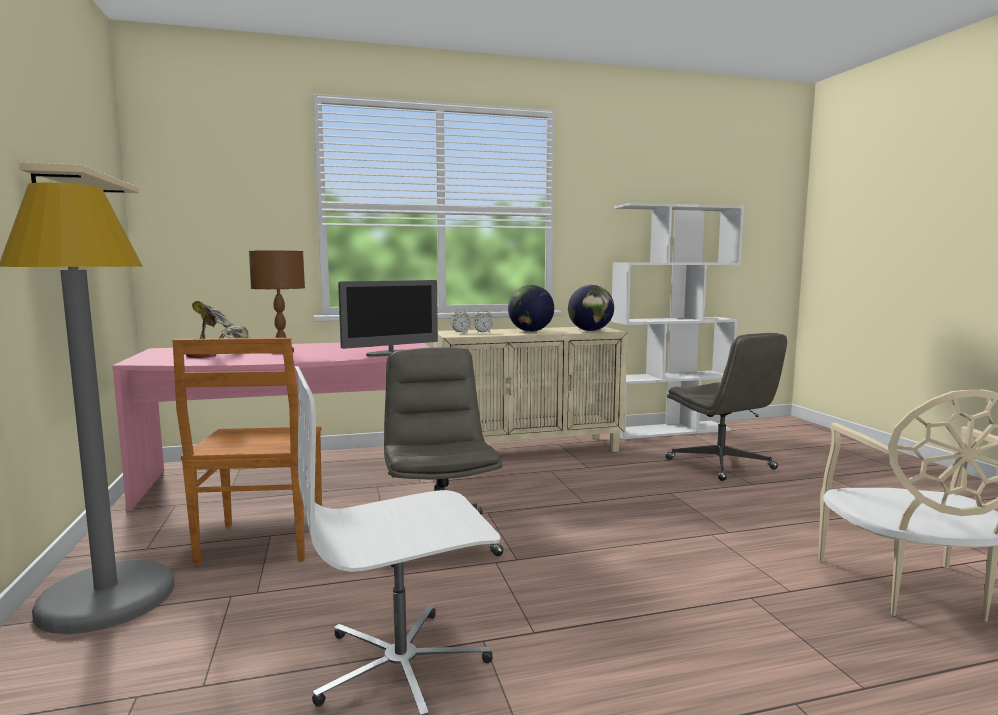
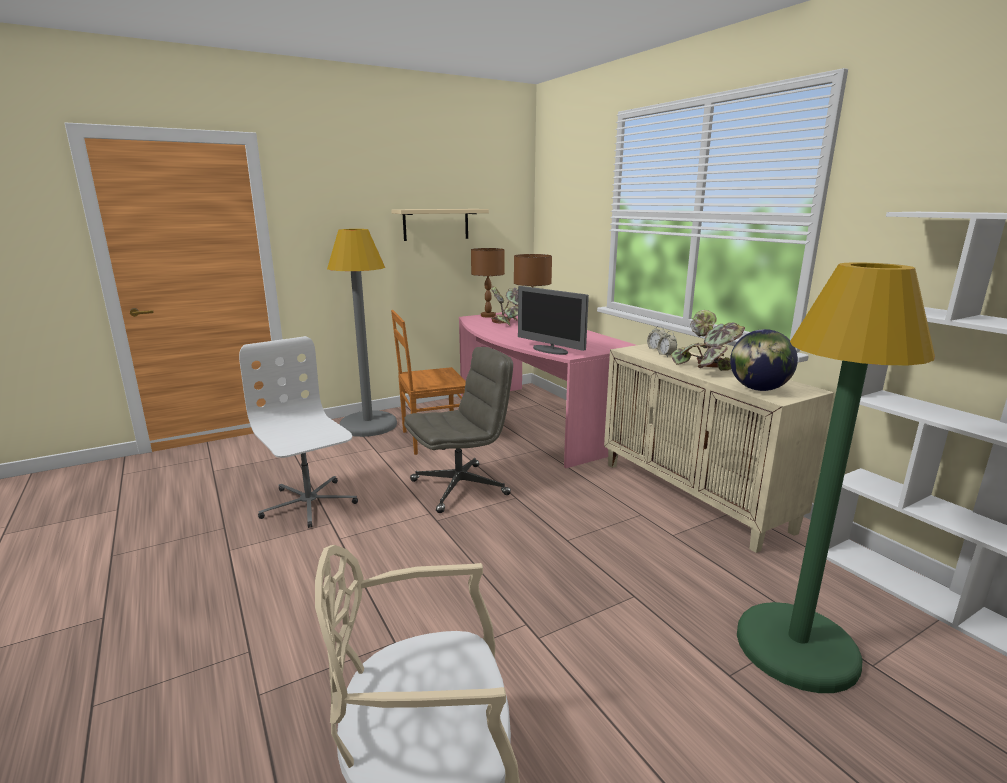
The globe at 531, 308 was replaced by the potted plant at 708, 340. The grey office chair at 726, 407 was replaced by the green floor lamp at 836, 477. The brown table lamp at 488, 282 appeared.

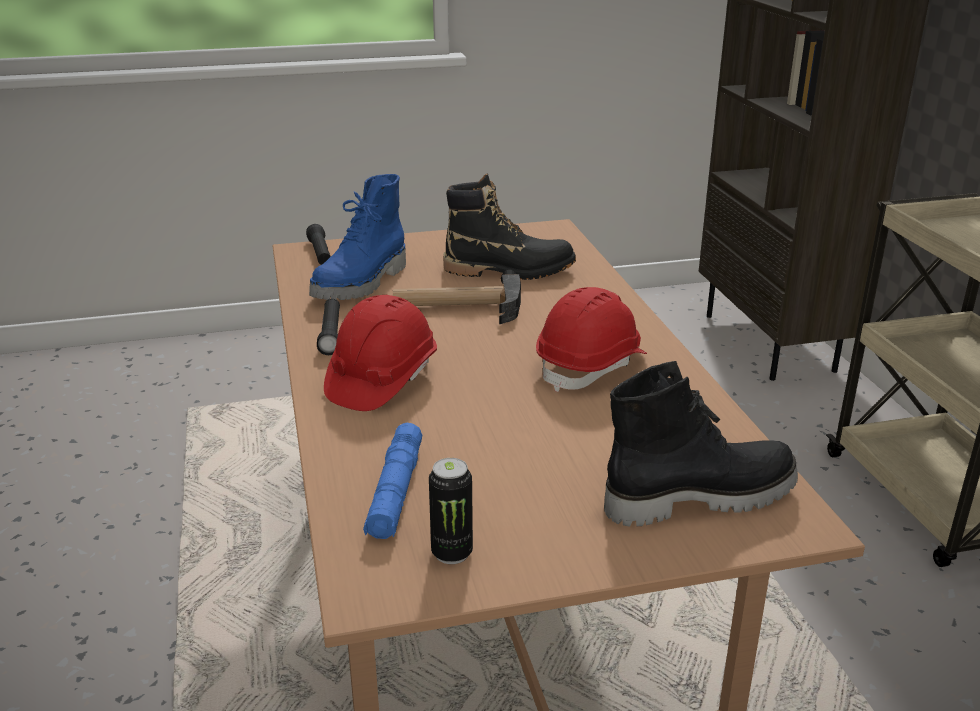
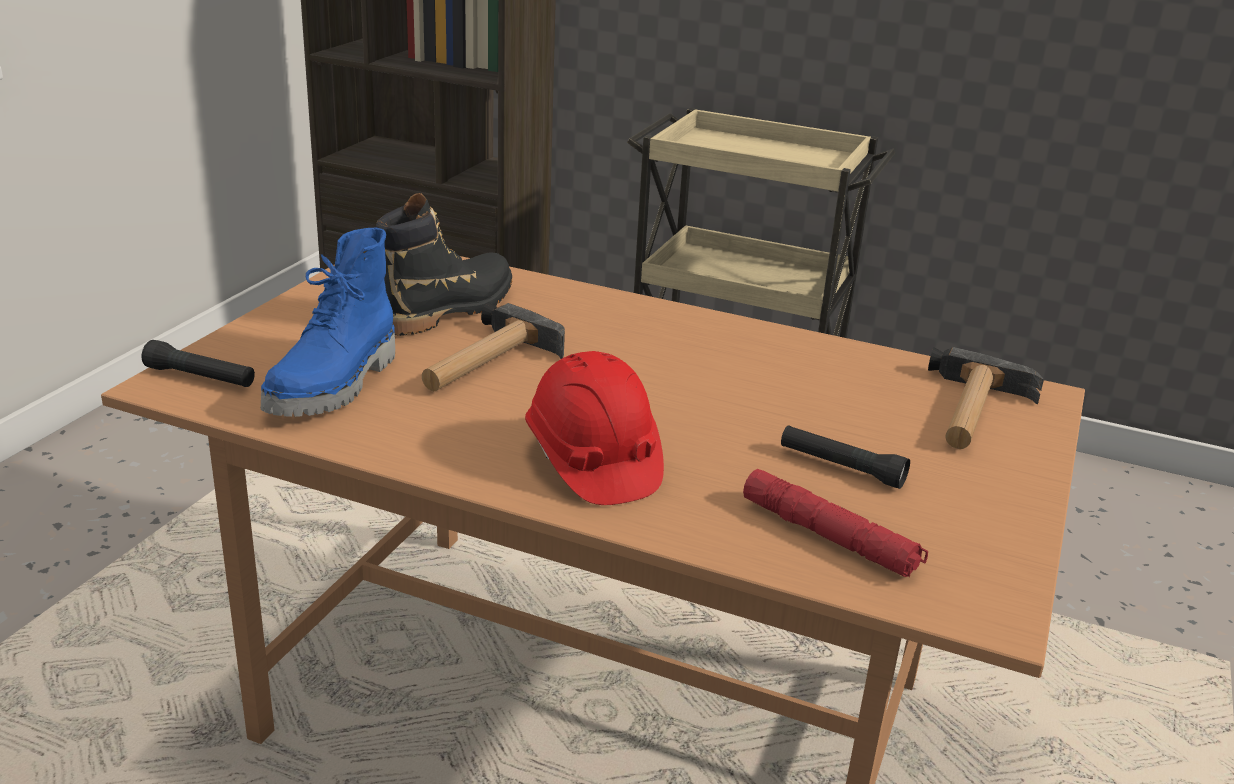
The blue boot at 357, 237 turned 45 degrees clockwise. The black flashlight moved from 328, 326 to 845, 457. The blue flashlight at 392, 481 became the red flashlight at 835, 523. The can at 451, 511 disappeared. The red hard hat at 591, 339 disappeared. The black boot at 701, 444 was replaced by the hammer at 986, 398.

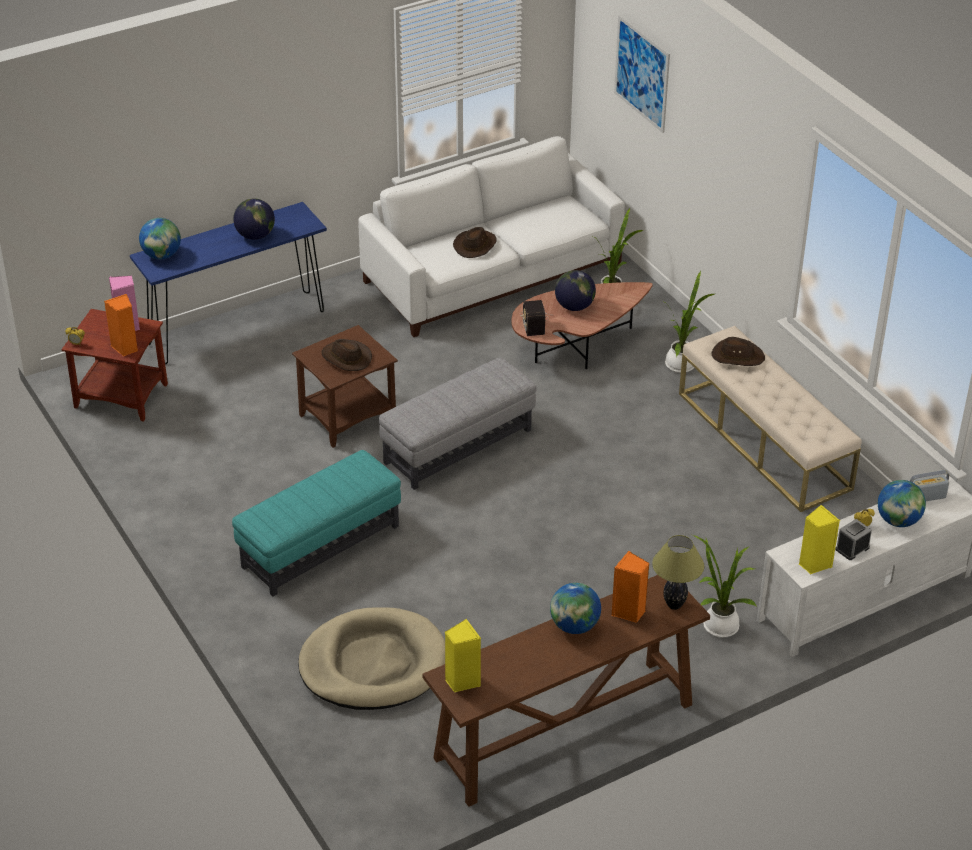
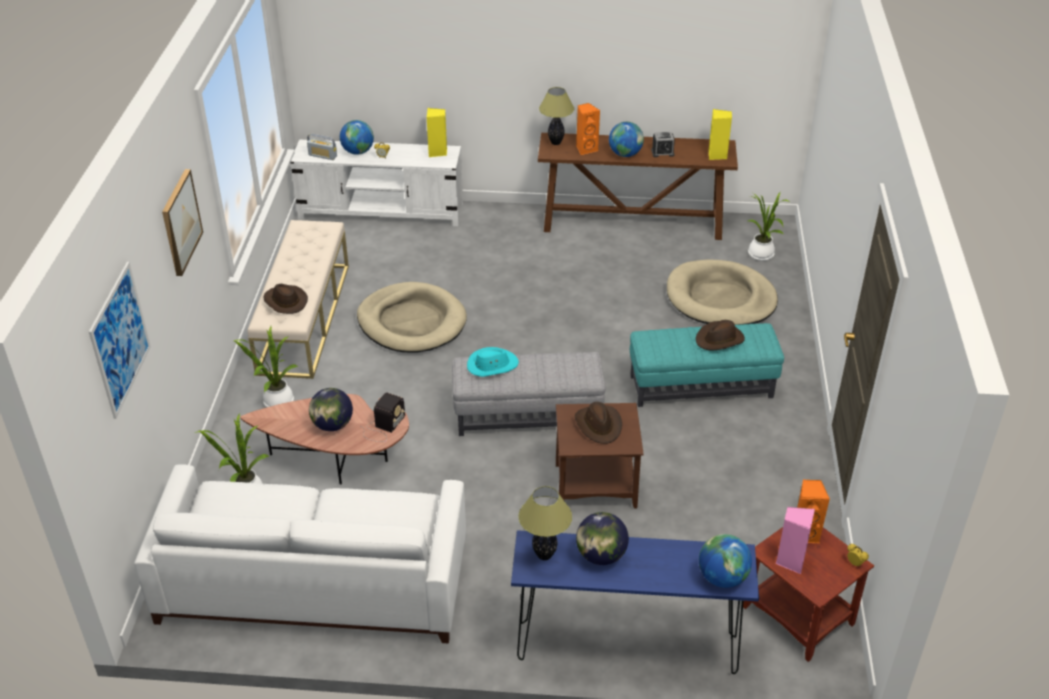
The brown hat moved from 475, 242 to 720, 335. The potted plant moved from 724, 586 to 768, 226. The alarm clock moved from 853, 539 to 663, 144. The picture at 182, 222 appeared. The beige dog bed at 412, 317 appeared. The turquoise hat at 493, 362 appeared. The table lamp at 545, 523 appeared.

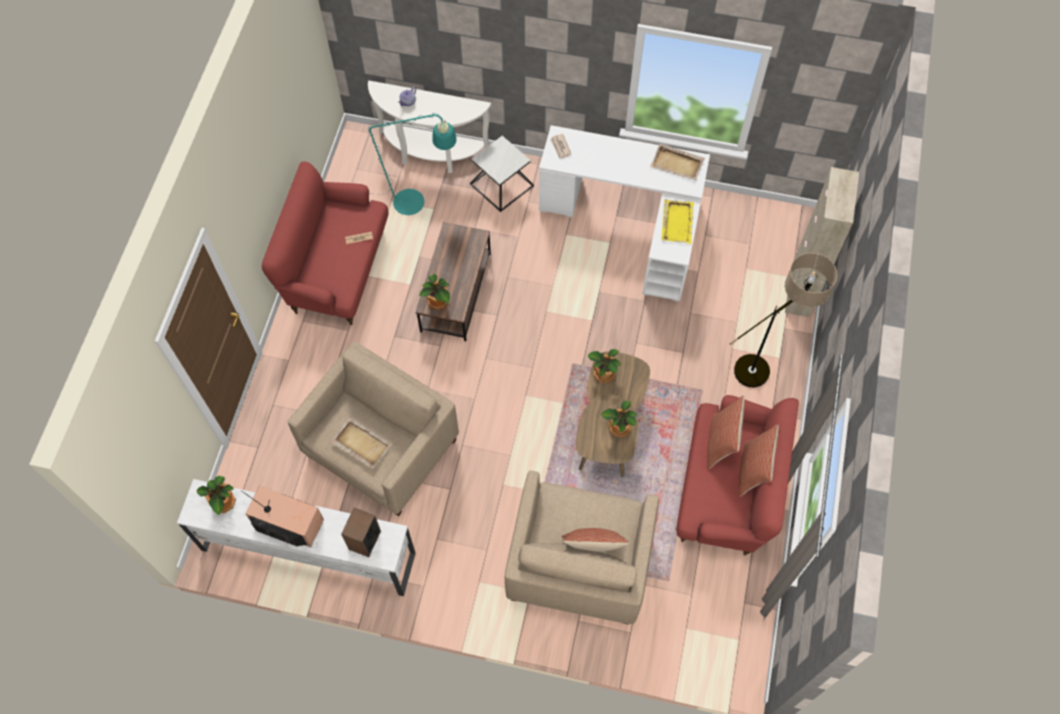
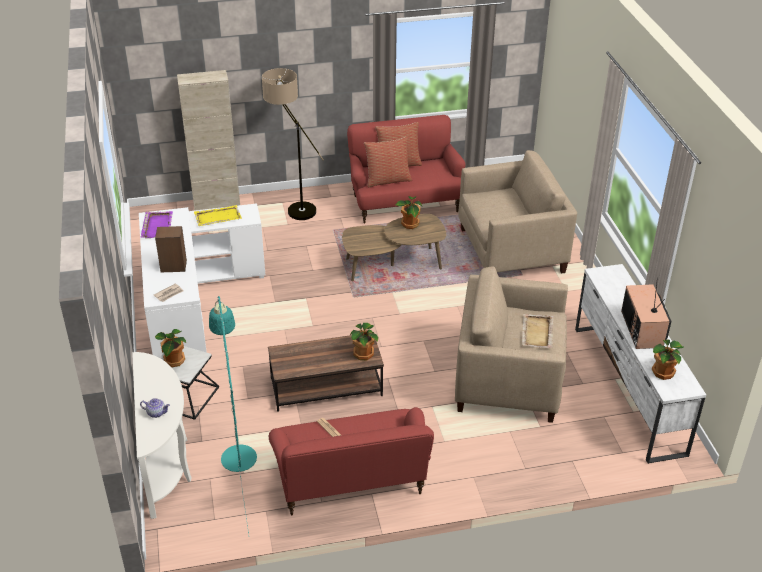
The speaker moved from 361, 532 to 171, 249. The pillow at 595, 540 disappeared. The potted plant moved from 604, 366 to 170, 348. The beige tray at 677, 162 became the purple tray at 157, 224.

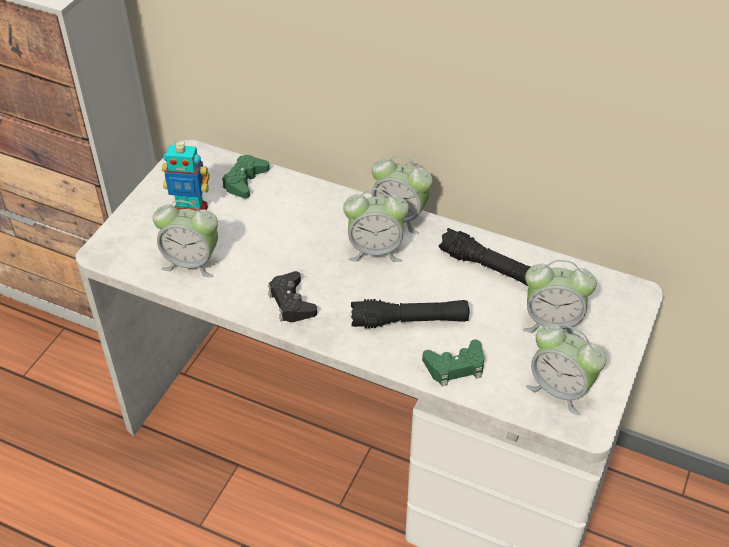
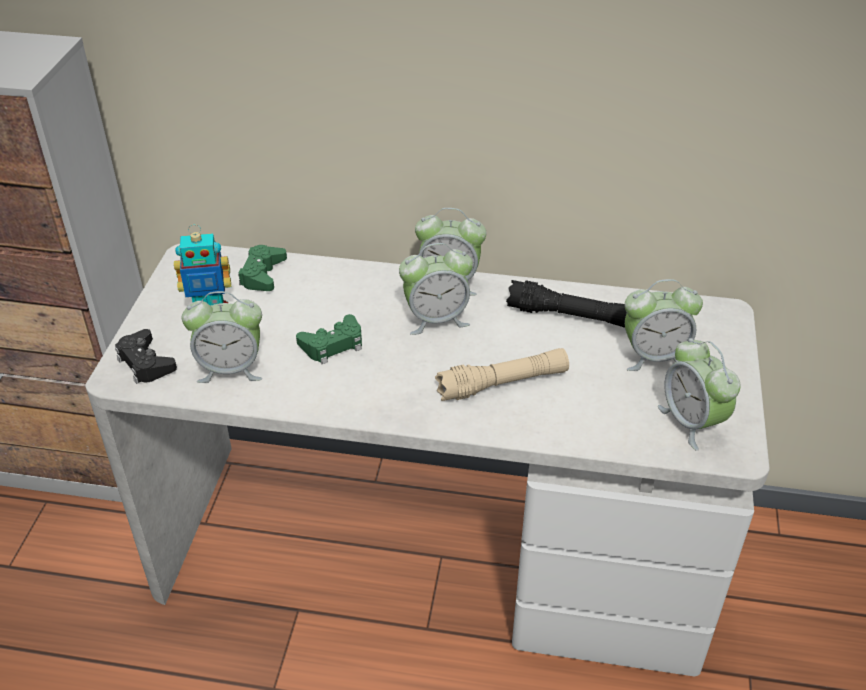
The black game controller moved from 292, 296 to 146, 356. The black flashlight at 410, 313 became the beige flashlight at 502, 374. The green game controller moved from 453, 363 to 329, 339. The alarm clock at 566, 369 turned 45 degrees clockwise.

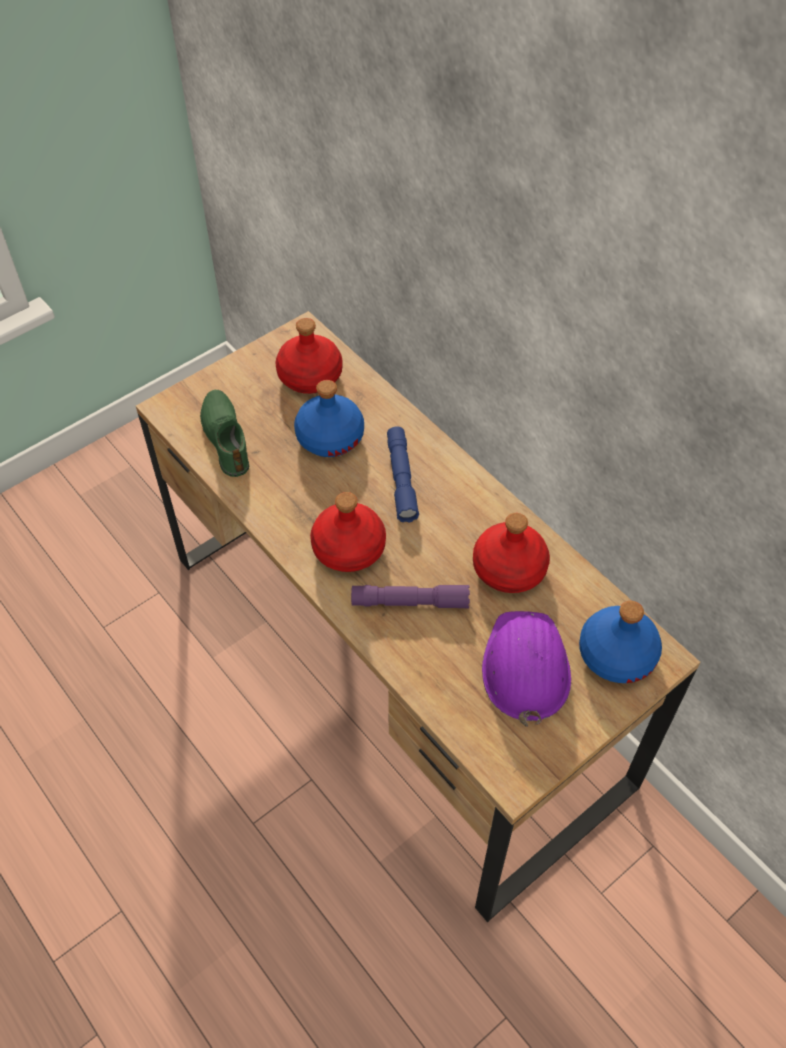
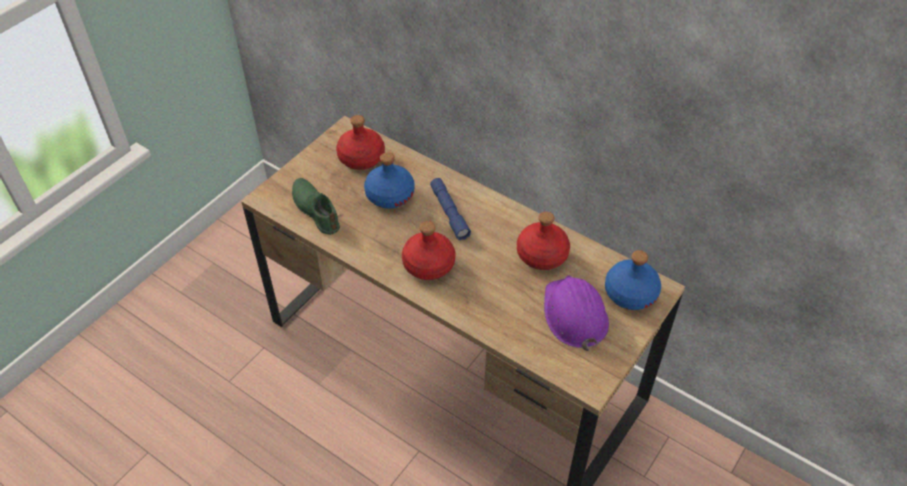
The purple flashlight at 410, 596 disappeared.

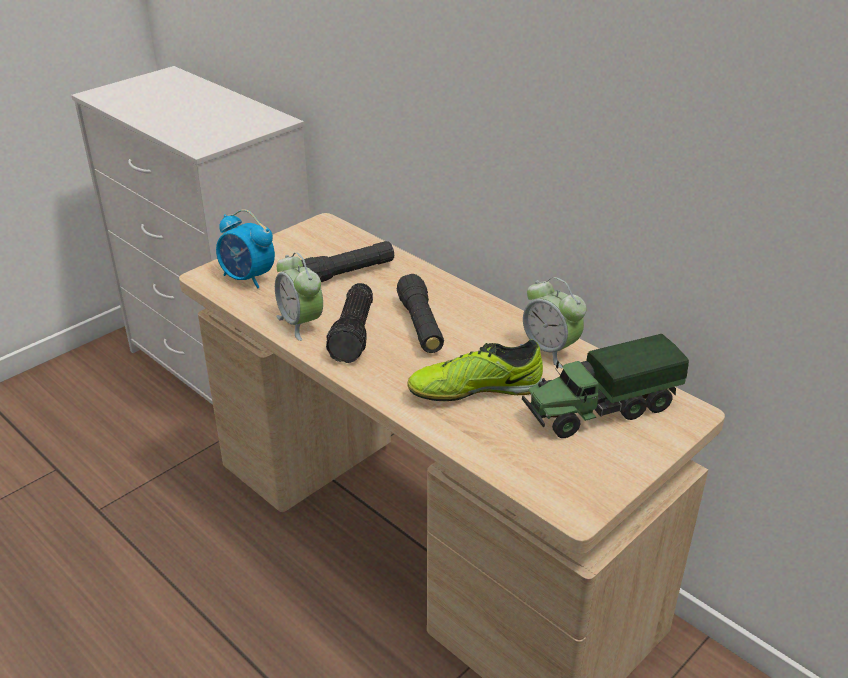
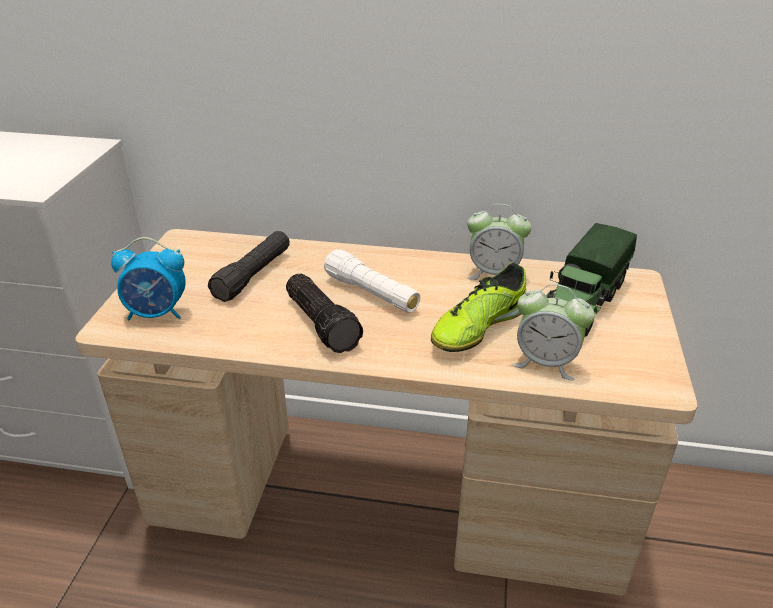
The alarm clock moved from 299, 296 to 553, 332. The black flashlight at 420, 313 became the white flashlight at 372, 281.

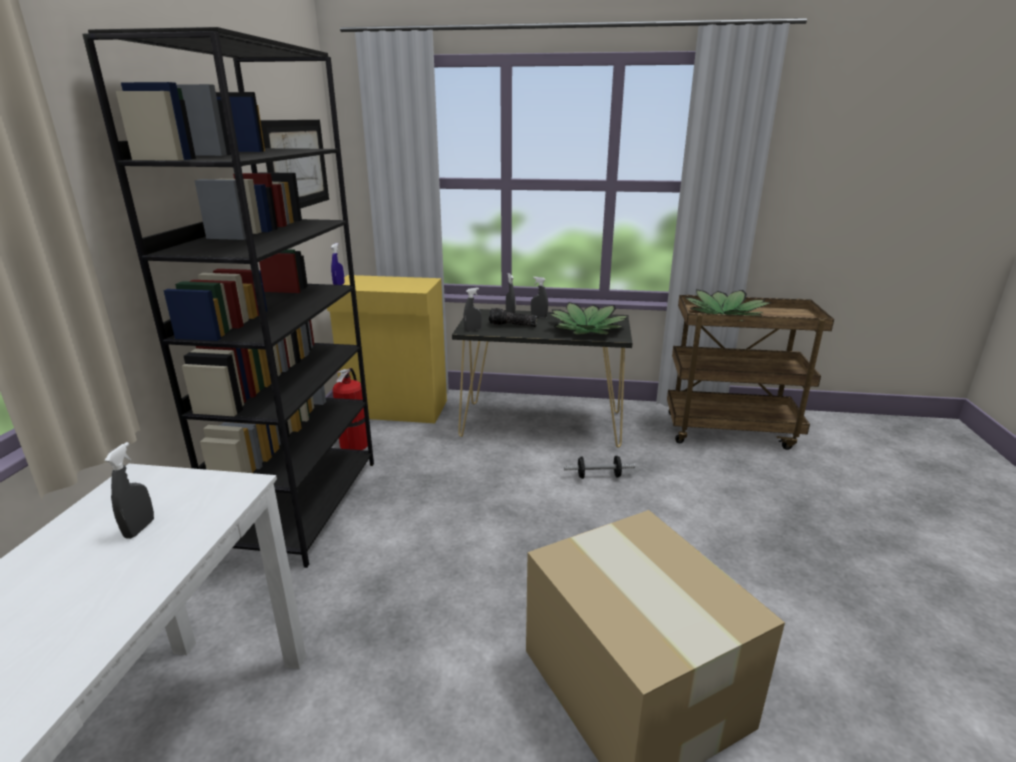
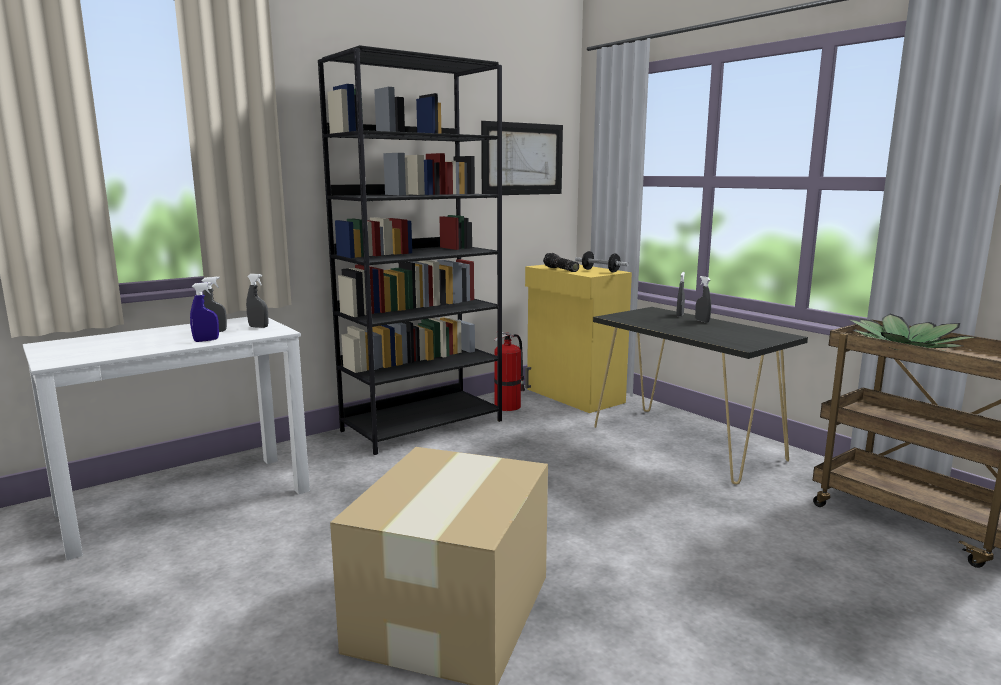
The blue spray bottle moved from 337, 264 to 204, 312. The grey spray bottle moved from 473, 310 to 257, 301. The flashlight moved from 513, 317 to 561, 262. The potted plant at 588, 318 disappeared. The dumbbell moved from 599, 467 to 602, 262.

